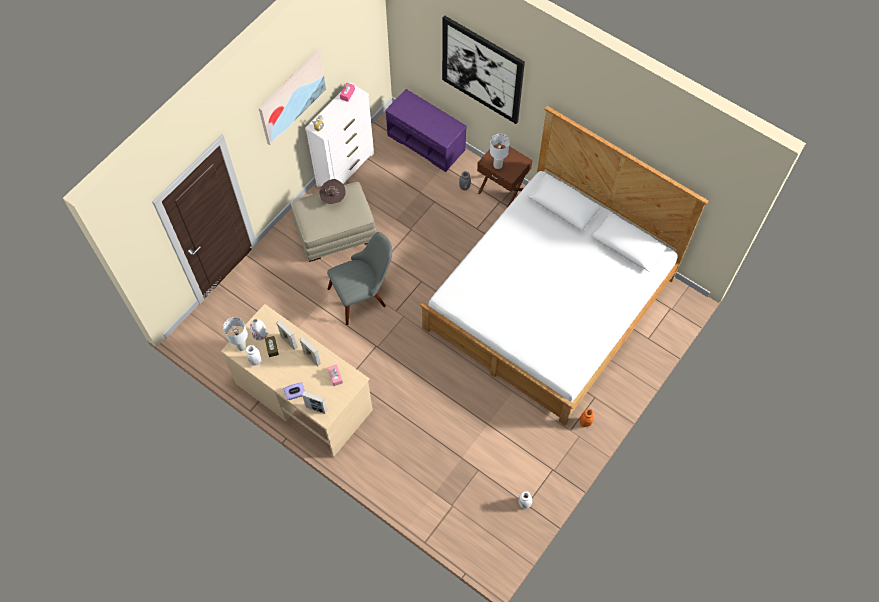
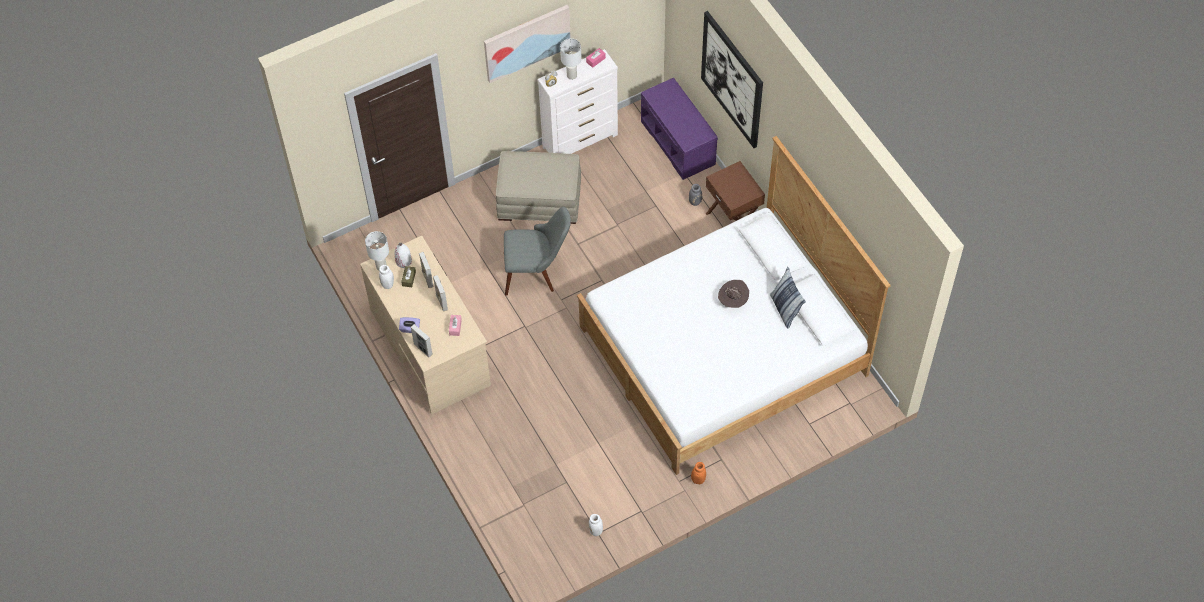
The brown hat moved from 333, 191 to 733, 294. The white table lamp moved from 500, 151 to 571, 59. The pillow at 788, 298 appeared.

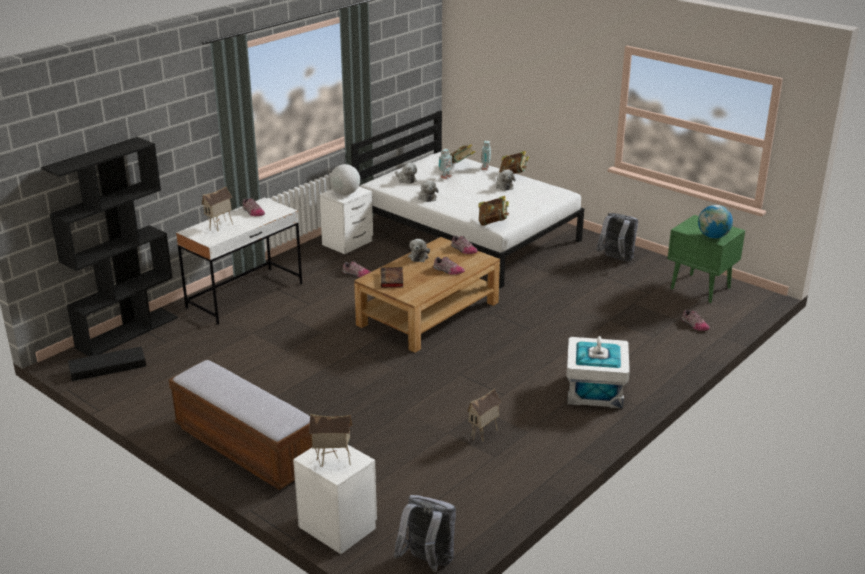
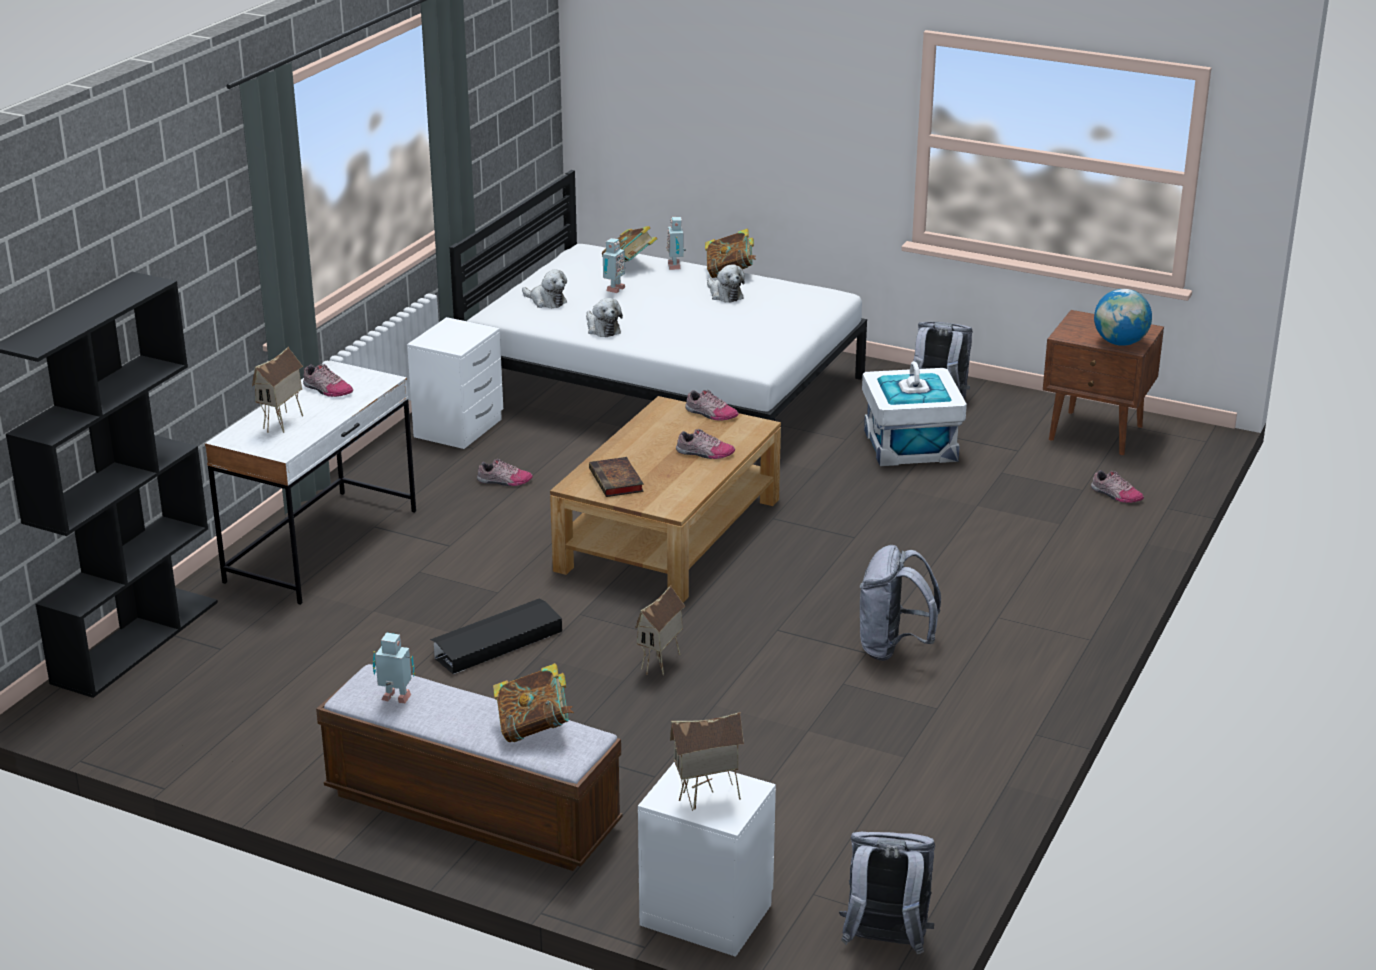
The black storage box moved from 107, 363 to 496, 636. The globe at 345, 179 disappeared. The plush toy at 419, 250 disappeared. The toy house moved from 484, 415 to 660, 630. The book moved from 493, 211 to 533, 702. The white storage box moved from 598, 372 to 914, 413. The green nightstand at 706, 259 became the brown nightstand at 1103, 382. The toy robot at 394, 667 appeared. The grey backpack at 900, 603 appeared.

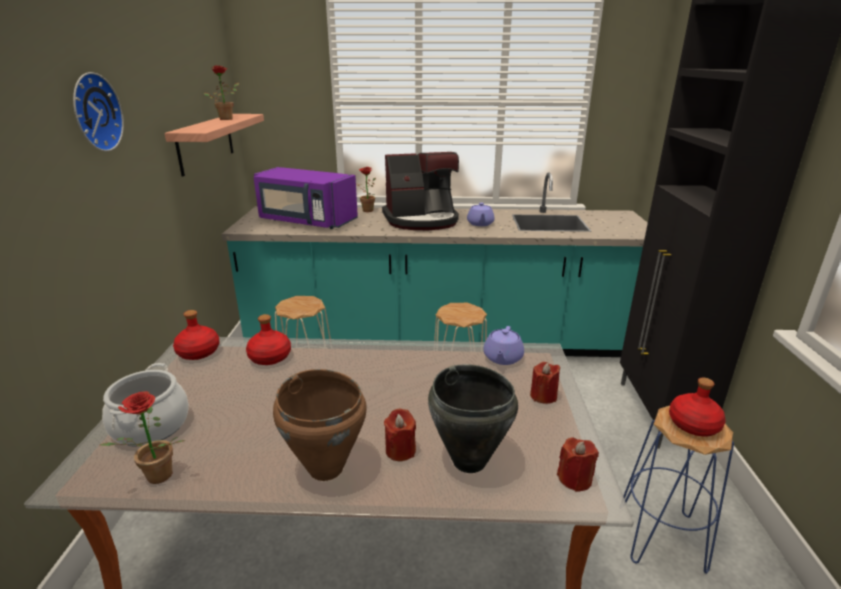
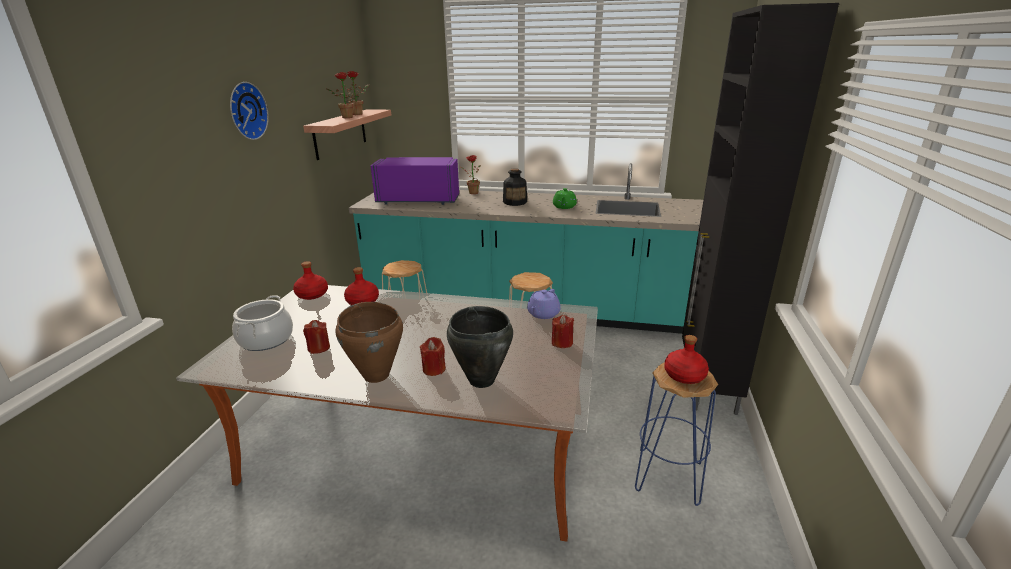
The potted plant moved from 142, 437 to 343, 95. The purple microwave at 306, 198 turned 150 degrees clockwise. The coffee machine at 420, 191 was replaced by the bottle at 515, 187. The purple teapot at 480, 214 became the green teapot at 565, 198. The red candle moved from 578, 464 to 316, 337.

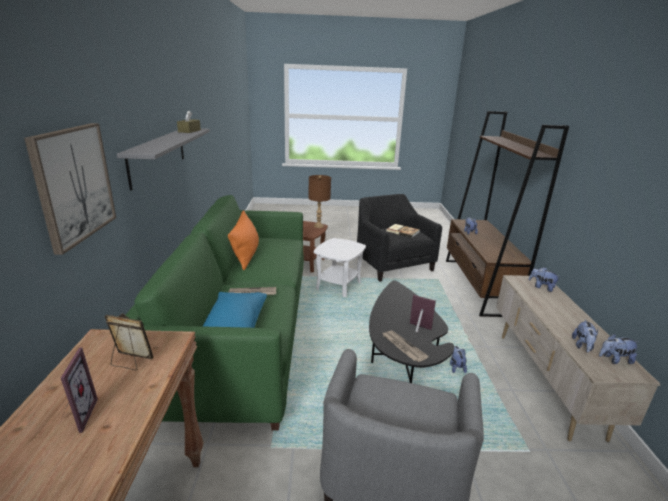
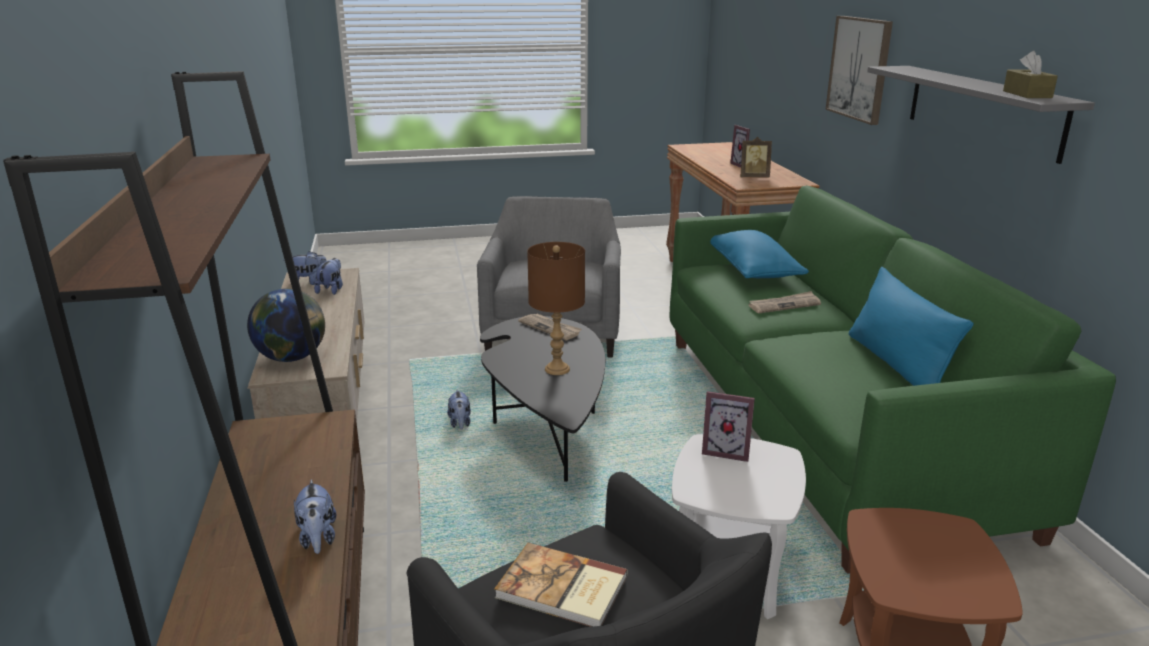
The orange pillow at 243, 240 became the blue pillow at 911, 326. The brown table lamp moved from 320, 201 to 556, 308. The picture frame moved from 423, 313 to 728, 426. The plush toy at 545, 279 was replaced by the globe at 286, 325.

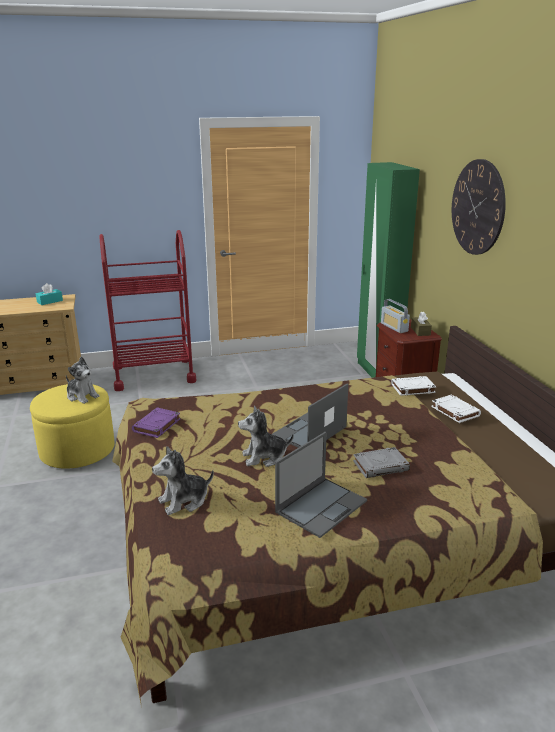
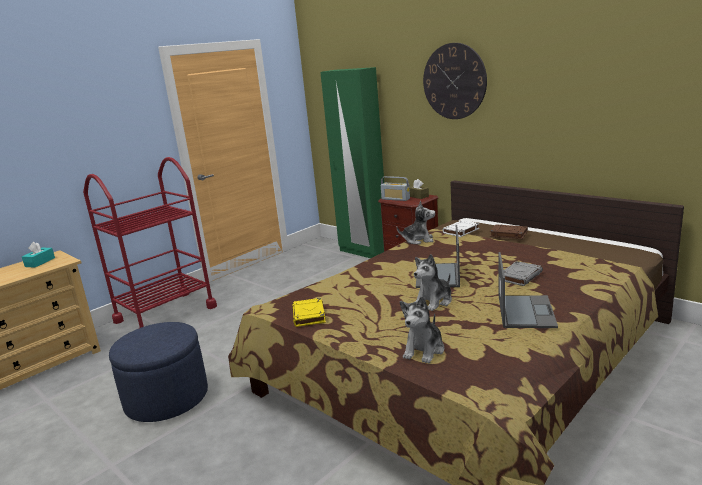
The yellow ottoman at 72, 426 became the blue ottoman at 158, 372. The plush toy moved from 83, 380 to 416, 222. The purple book at 156, 422 became the yellow book at 309, 312. The white book at 456, 408 became the brown book at 509, 231.

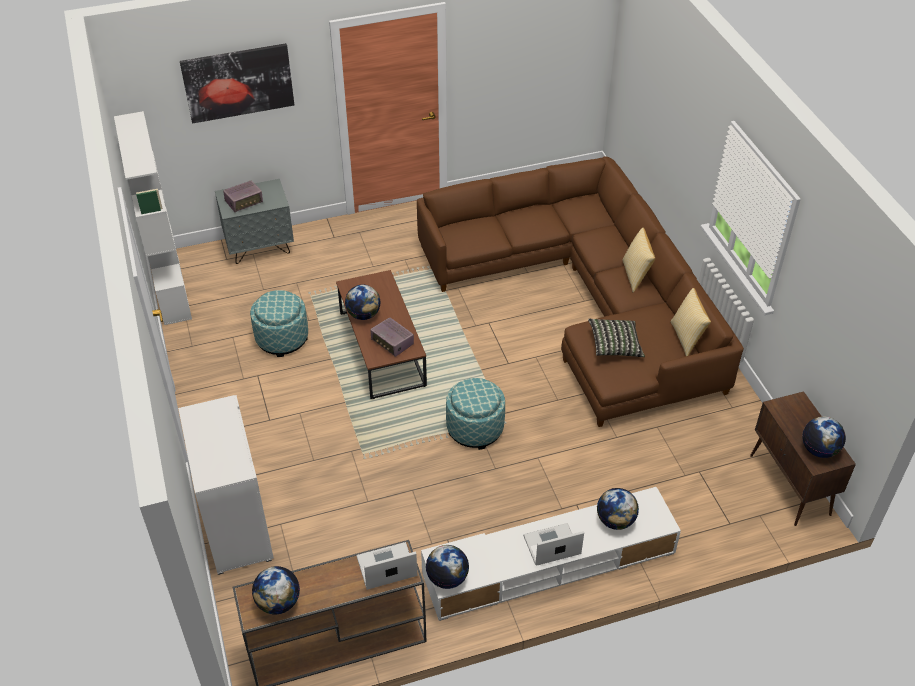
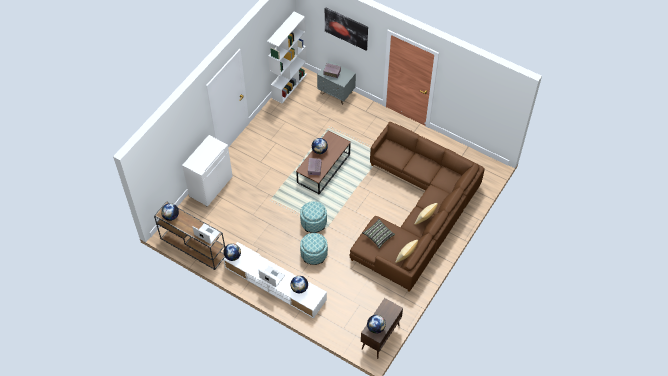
The ottoman moved from 279, 323 to 314, 249.

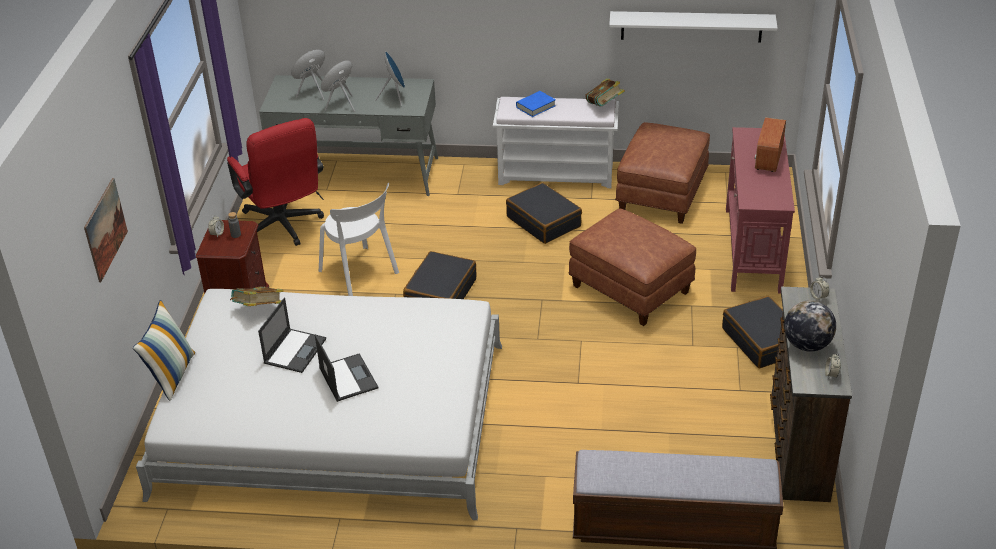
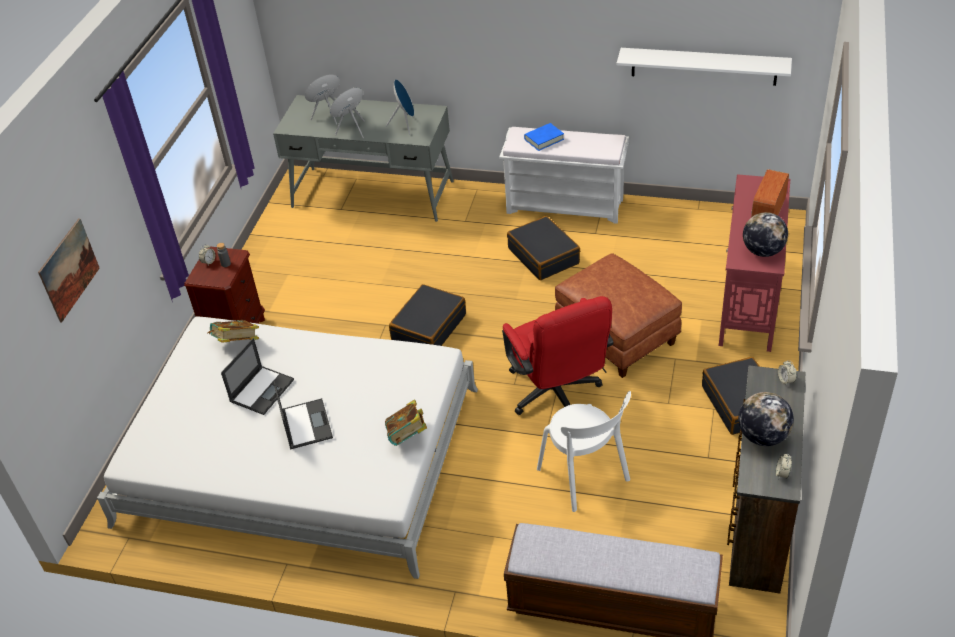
The pillow at 164, 350 disappeared. The red office chair moved from 275, 182 to 558, 355. The white chair moved from 359, 239 to 584, 451. The book moved from 605, 92 to 406, 422. The brown ottoman at 662, 173 disappeared. The globe at 765, 234 appeared.

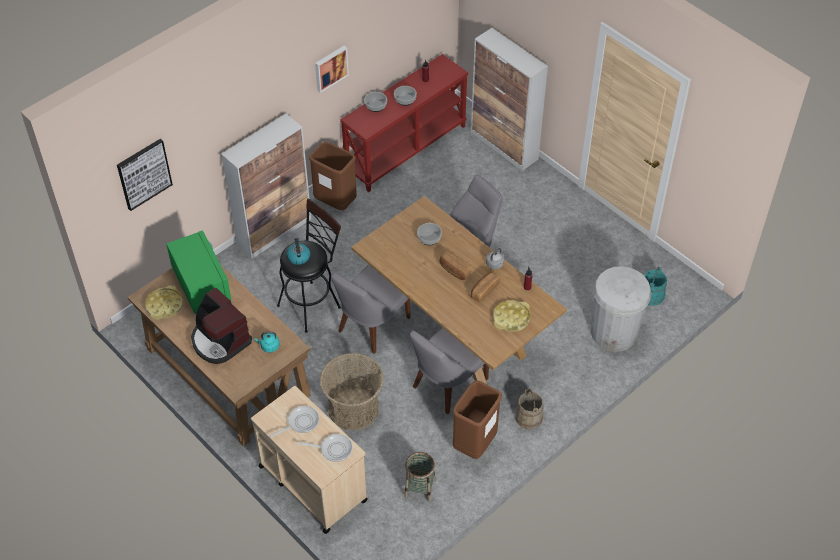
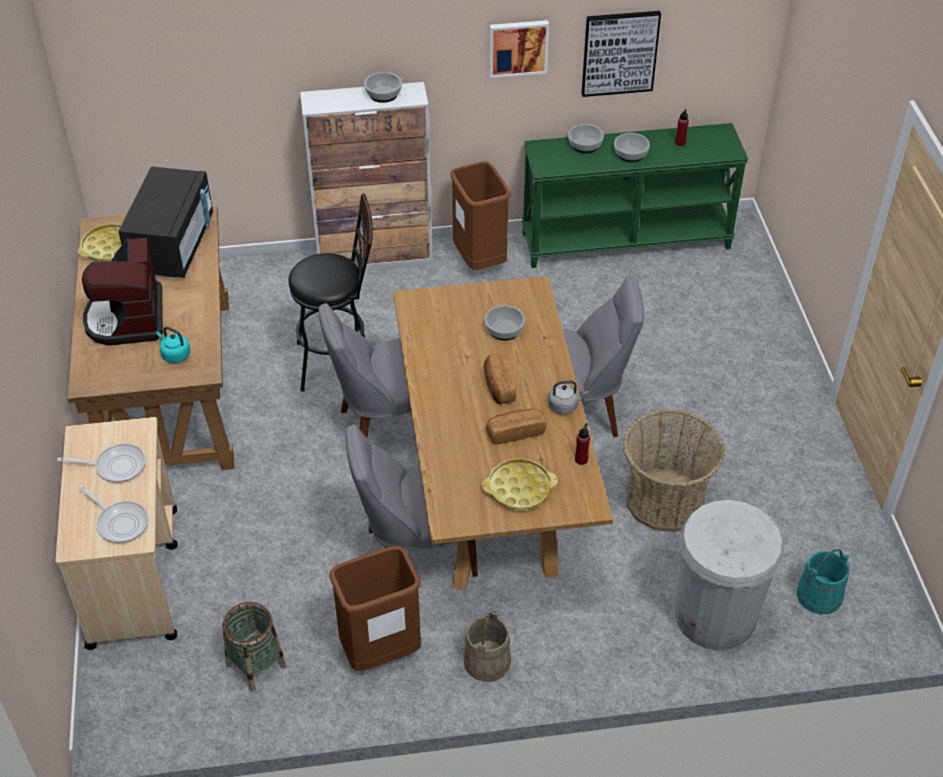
The picture moved from 145, 175 to 621, 54. The green microwave at 198, 272 became the black microwave at 165, 222. The kettle at 298, 251 disappeared. The basket moved from 352, 391 to 674, 470. The red console table at 404, 123 became the green console table at 635, 195. The cabinet at 509, 99 disappeared. The bowl at 383, 87 appeared.

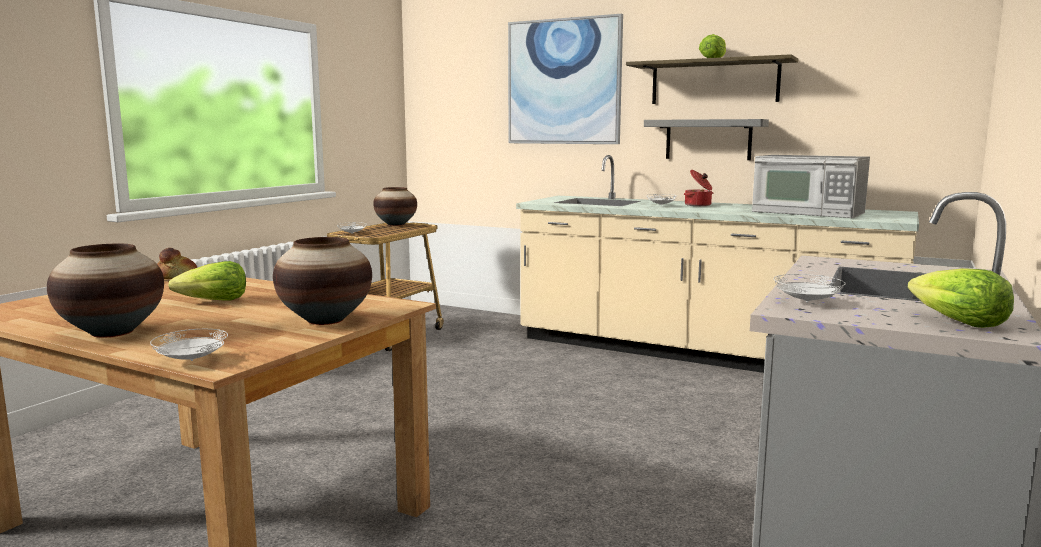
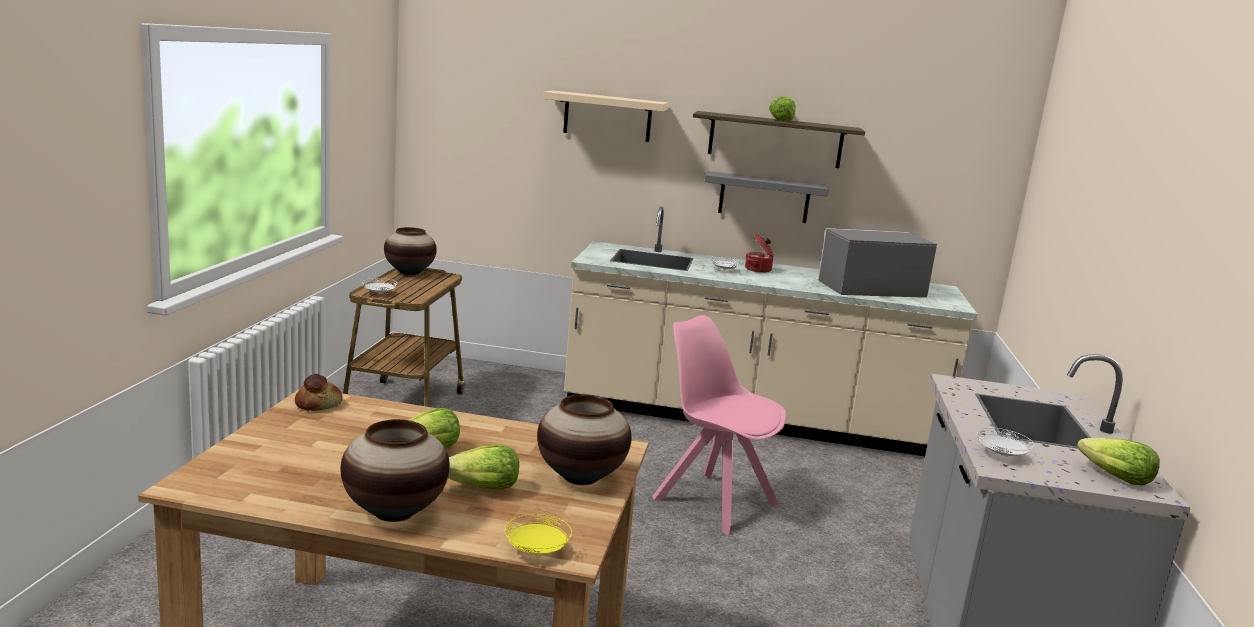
The white plate at 189, 345 became the yellow plate at 538, 534. The picture at 565, 79 was replaced by the beige shelf at 605, 116. The microwave at 811, 186 turned 150 degrees clockwise. The lettuce at 483, 467 appeared. The pink chair at 719, 424 appeared.

